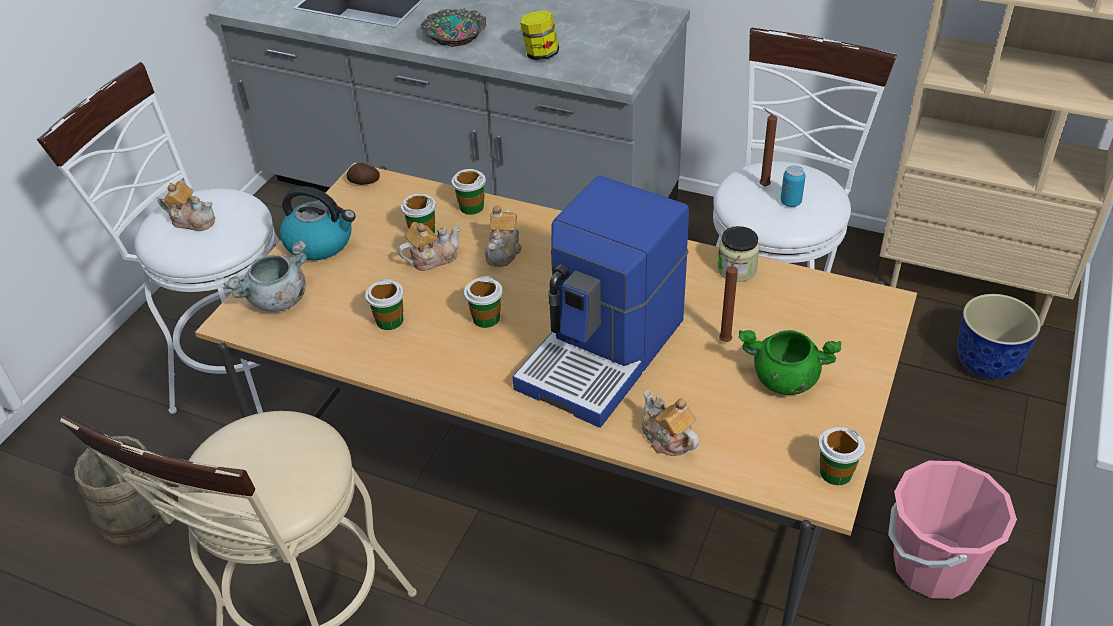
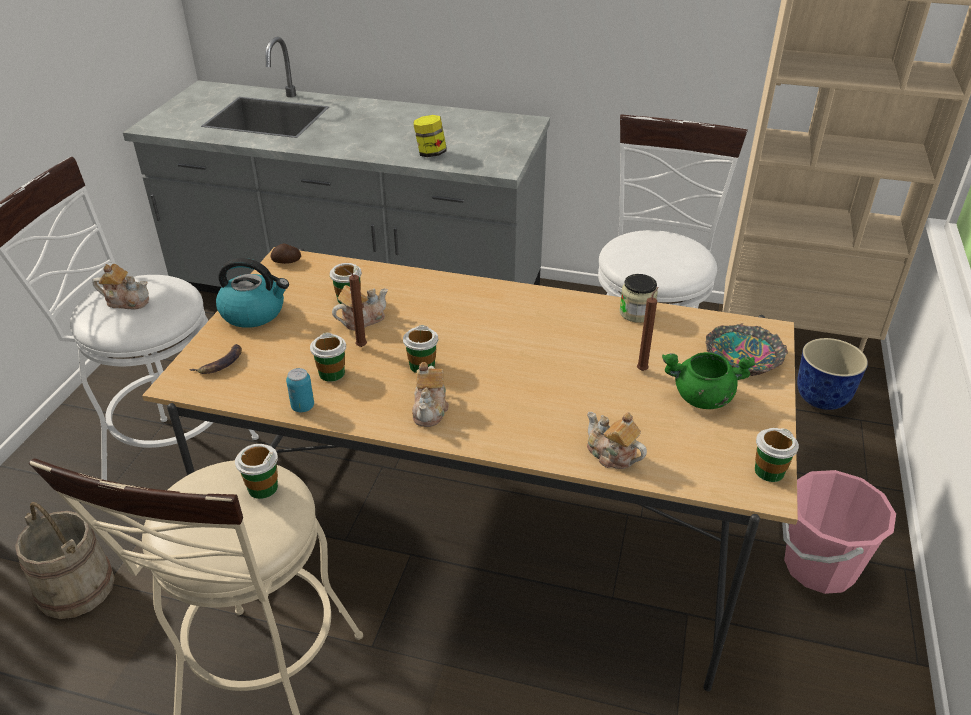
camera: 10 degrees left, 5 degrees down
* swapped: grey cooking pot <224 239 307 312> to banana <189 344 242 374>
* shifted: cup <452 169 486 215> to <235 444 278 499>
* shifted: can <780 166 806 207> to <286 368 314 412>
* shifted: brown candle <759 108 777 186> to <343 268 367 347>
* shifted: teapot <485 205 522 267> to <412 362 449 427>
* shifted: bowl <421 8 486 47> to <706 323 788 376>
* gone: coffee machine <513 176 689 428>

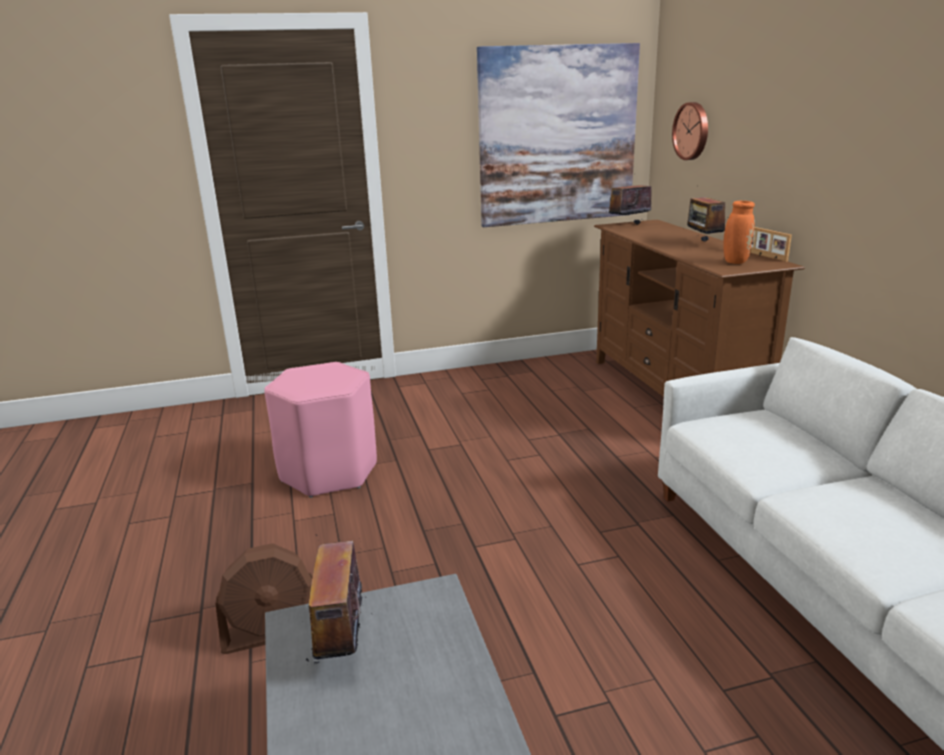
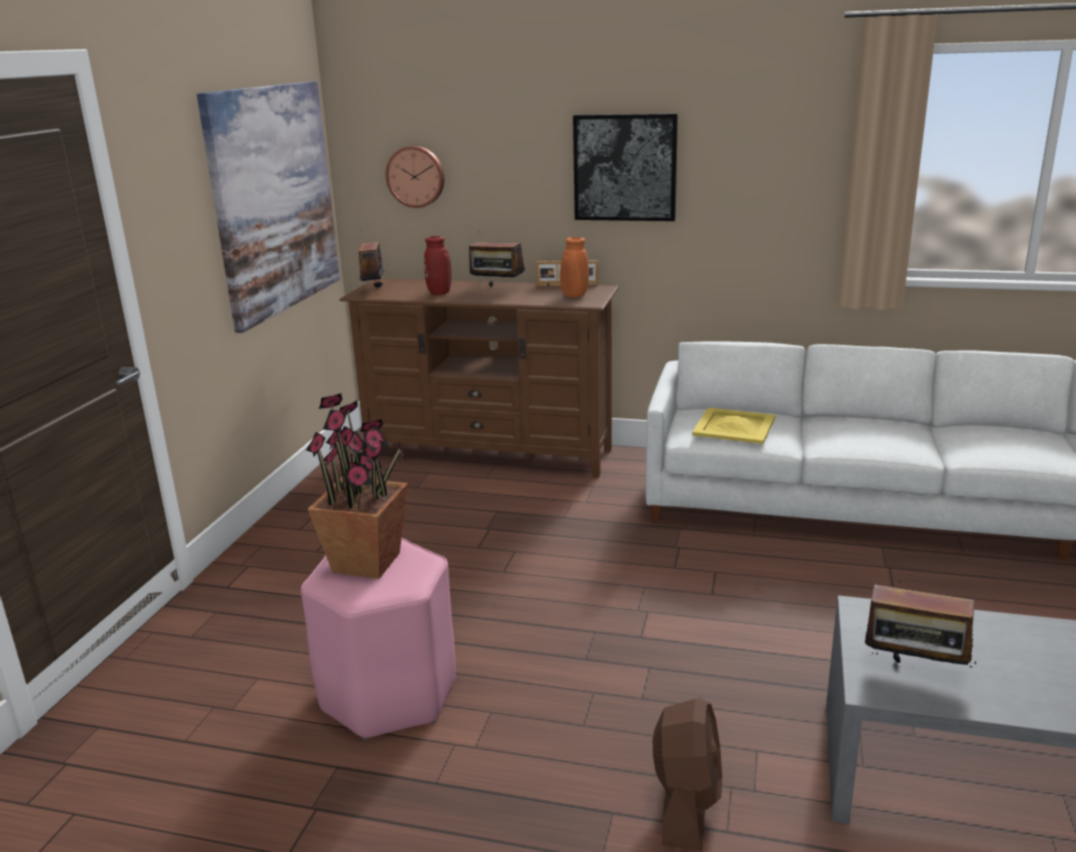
camera: 60 degrees left, 0 degrees up
* new: potted plant <306 393 408 579>
* new: red vase <424 236 452 295>
* new: picture <573 113 678 221>
* new: yellow tray <692 407 775 444>

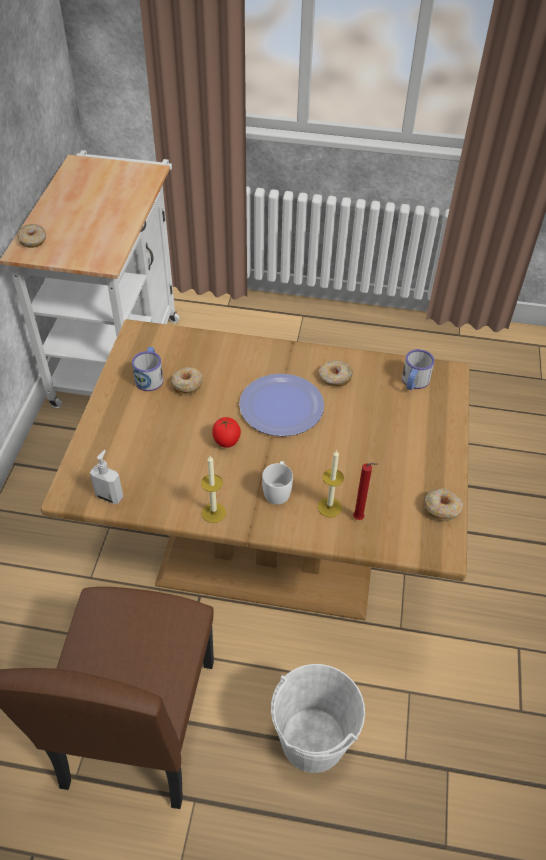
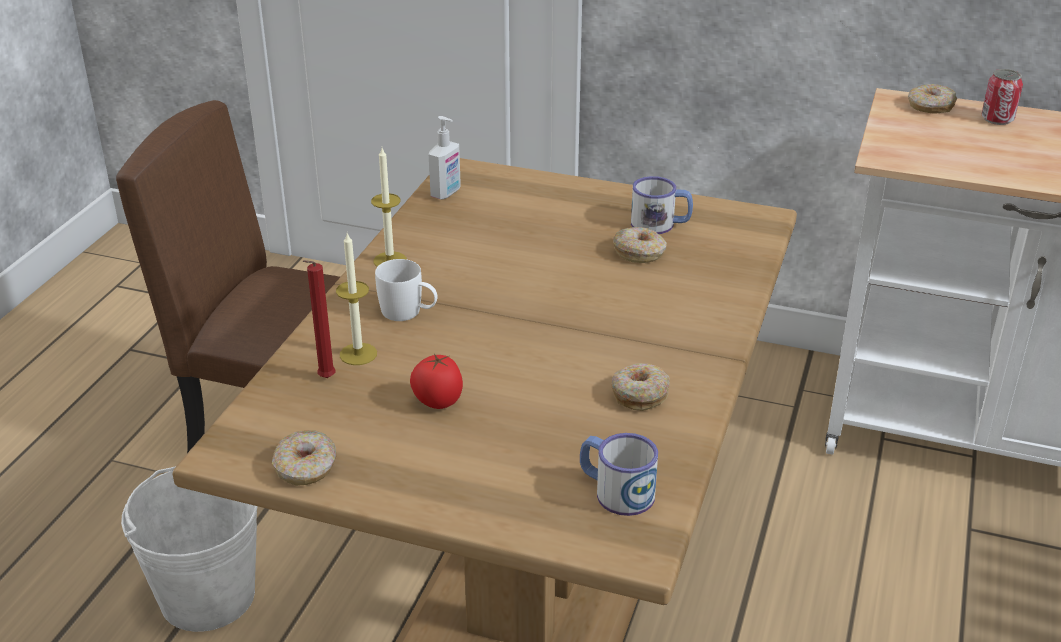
camera: 100 degrees right, 15 degrees down
* shifted: tomato <212 417 241 448> to <410 353 463 409>
* new: can <982 69 1023 125>
* gone: plate <239 374 324 436>

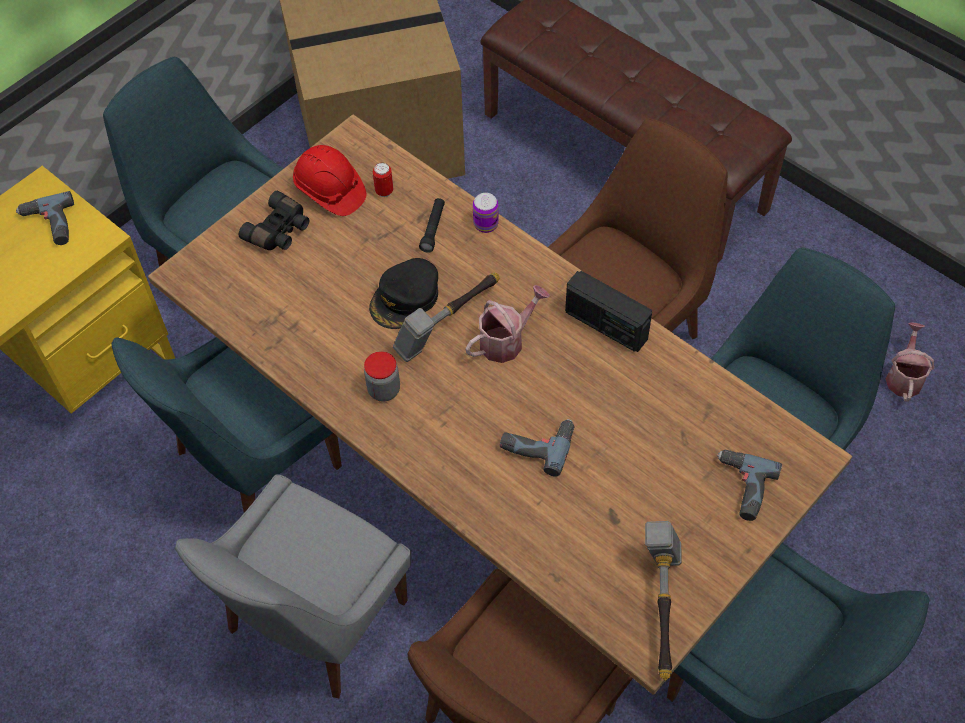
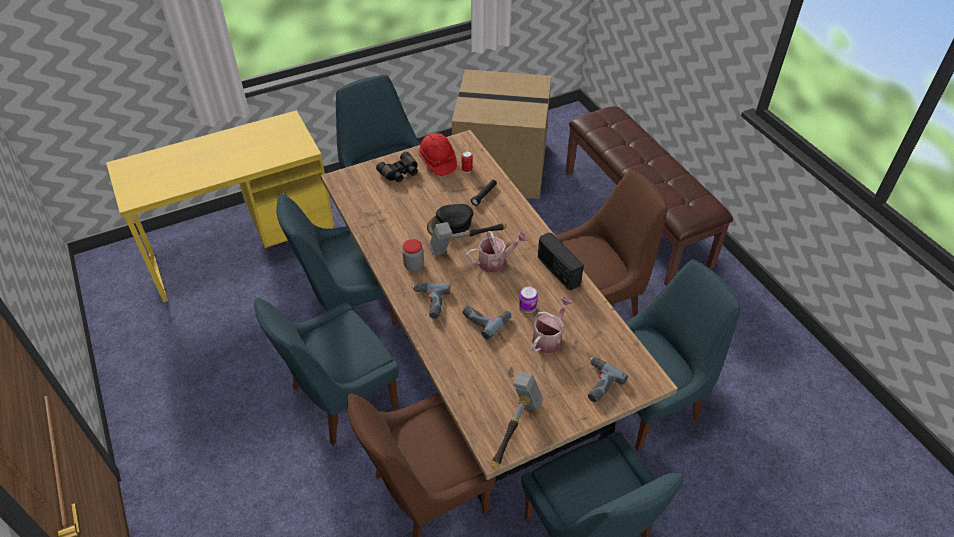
camera: 20 degrees right, 10 degrees down
* repainted: grey chair <175 474 411 698> to blue chair <254 298 399 445>
* shifted: power drill <16 191 74 245> to <412 283 450 319>
* shifted: can <473 193 499 233> to <519 287 538 314>
* shifted: watering can <886 322 934 402> to <532 297 573 353>

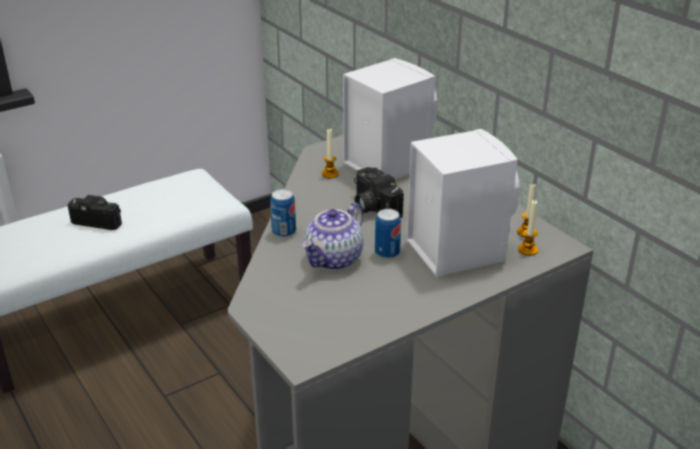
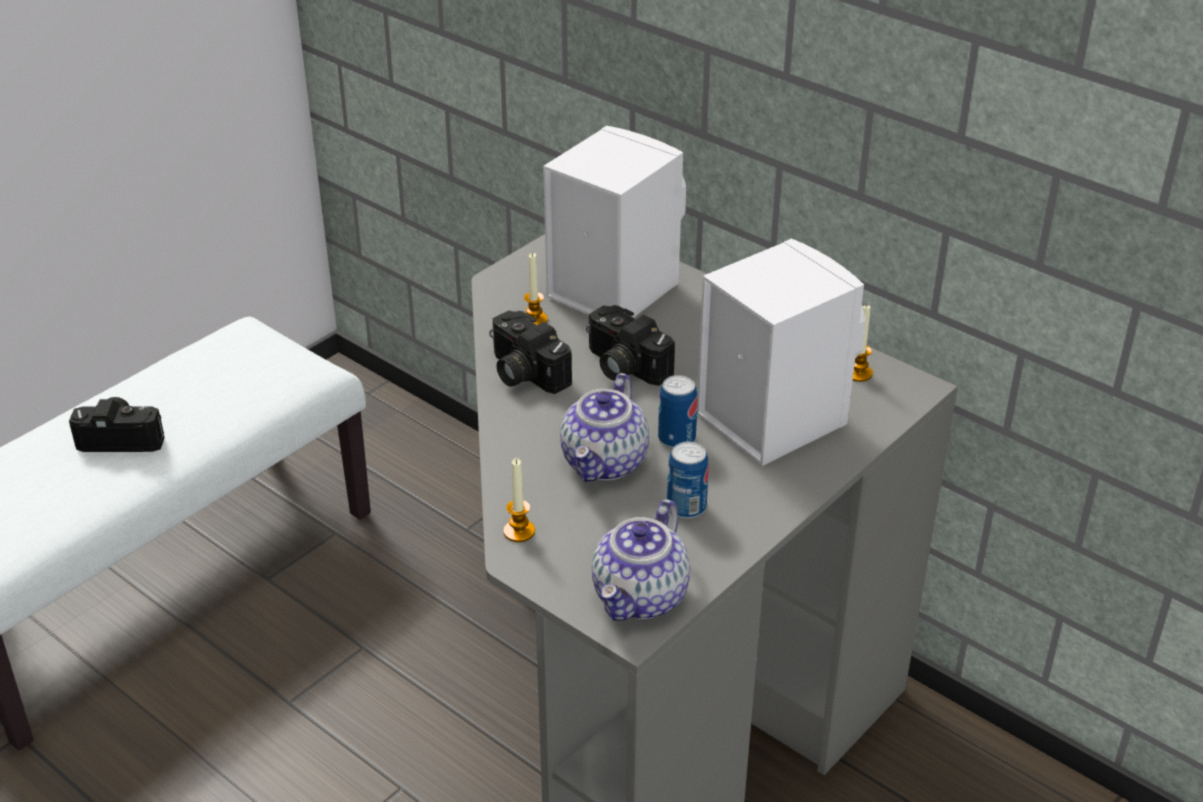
camera: 15 degrees left, 5 degrees up
* new: photo camera <489 310 572 394>
* shifted: candle <518 200 538 256> to <503 458 535 542>
* new: teapot <592 499 690 620>
* shifted: can <270 189 296 238> to <667 442 709 519>

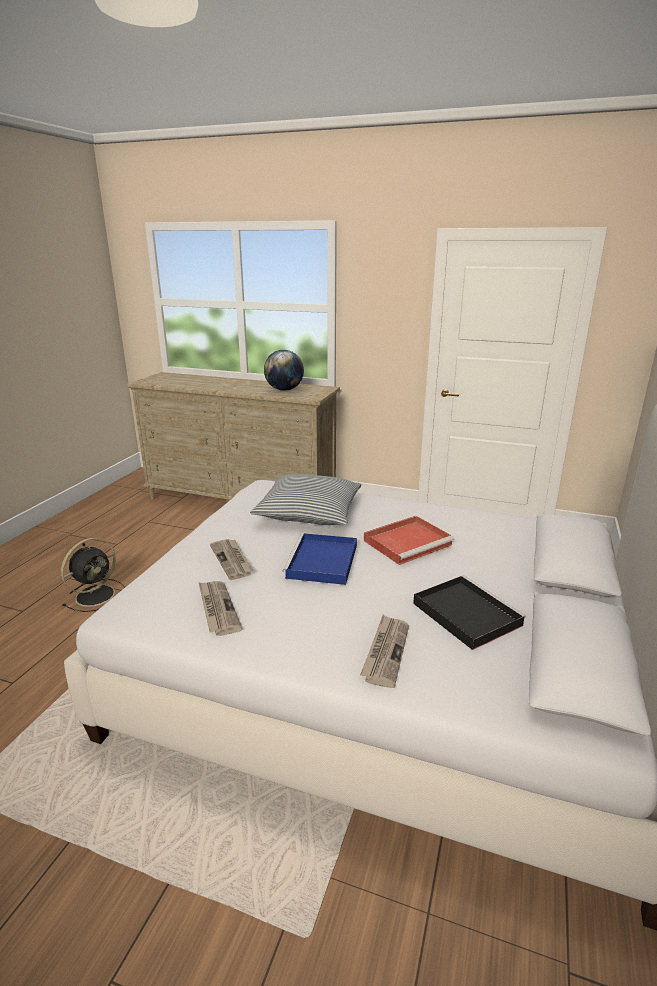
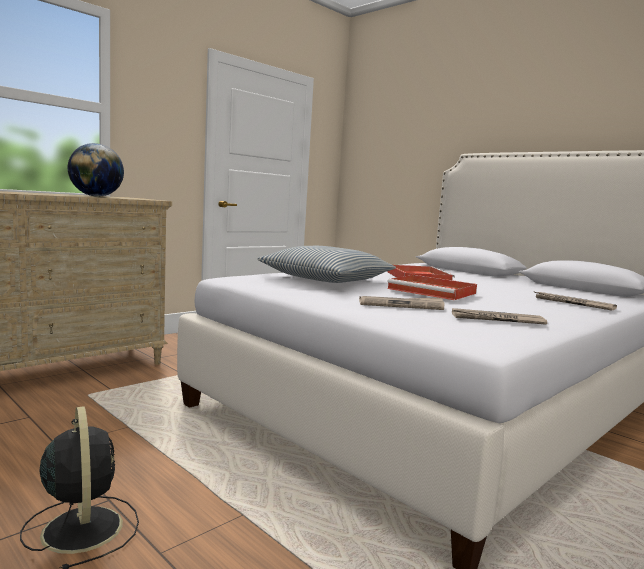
camera: 65 degrees left, 15 degrees down
* repainted: blue tray <283 533 357 585> to red tray <387 275 477 300>
* gone: black tray <413 575 526 650>

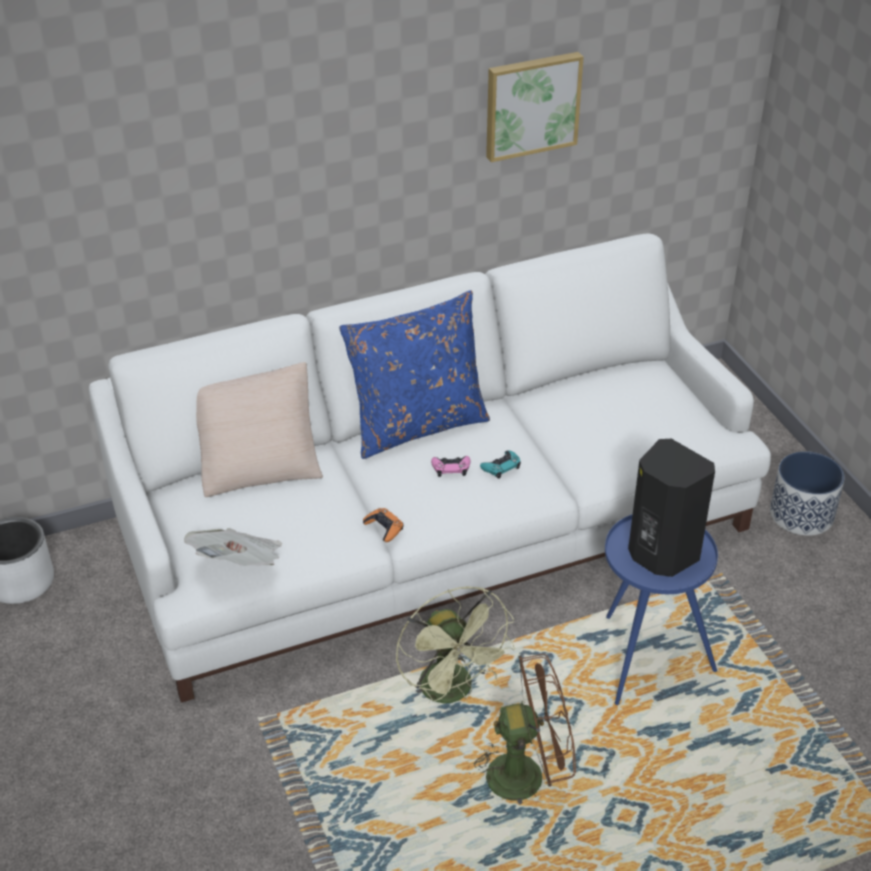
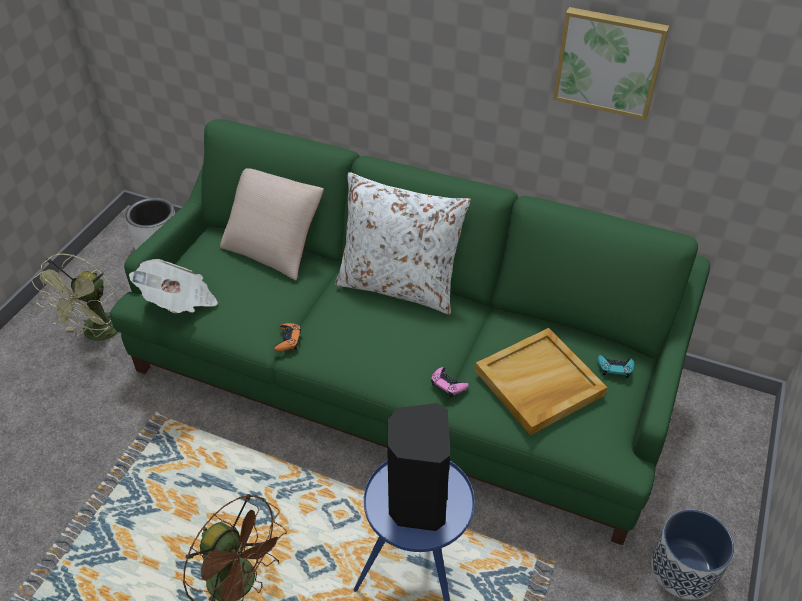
camera: 45 degrees right, 5 degrees up
* shifted: green fan <396 586 515 703> to <31 254 118 341>
* repainted: white sofa <89 234 771 703> to green sofa <110 119 710 545>
* repainted: blue pillow <339 290 490 459> to white pillow <335 172 471 315>
* shifted: pink game controller <431 456 471 477> to <431 367 469 397>
* new: beige tray <475 328 607 435>
* shifted: turquoise game controller <480 451 521 479> to <598 355 634 378>

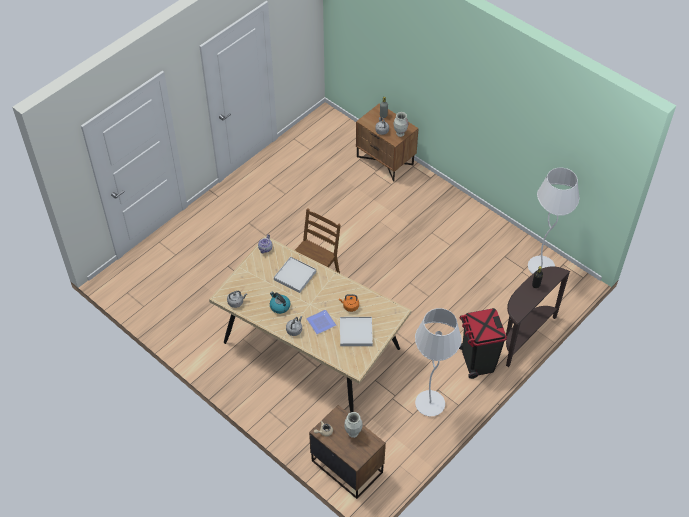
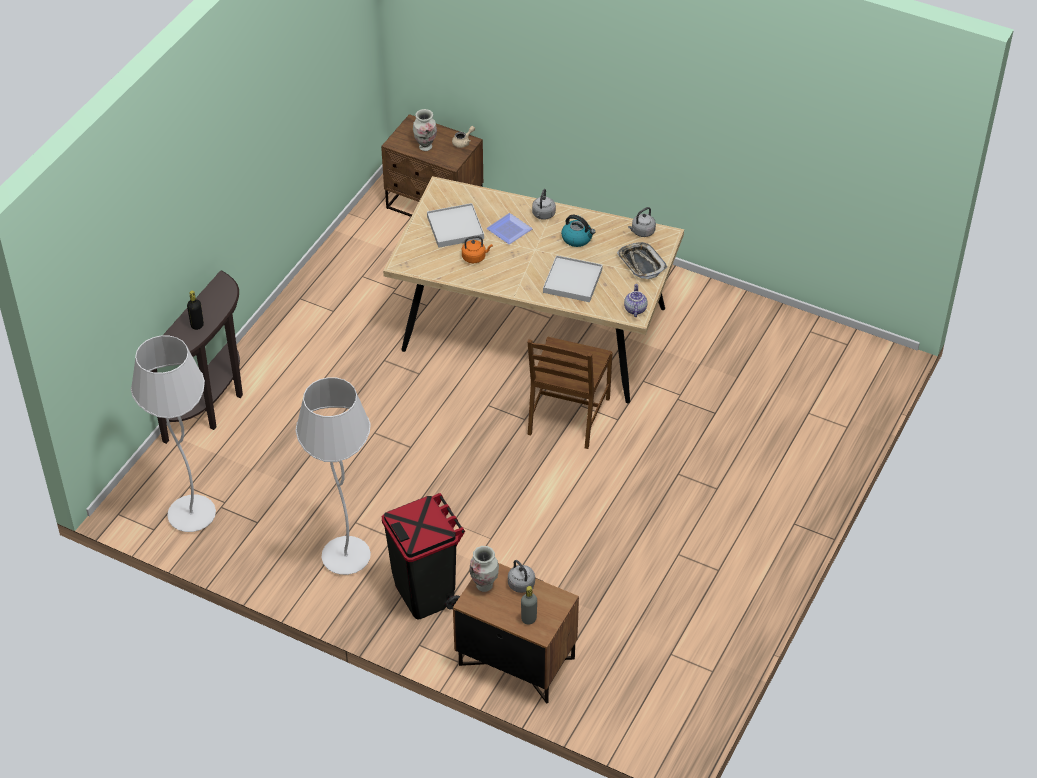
camera: 165 degrees right, 5 degrees down
* shifted: white floor lamp <415 308 462 416> to <296 377 371 575>
* shifted: black trash can <459 308 507 379> to <382 493 465 619>
* new: tray <617 242 667 279>

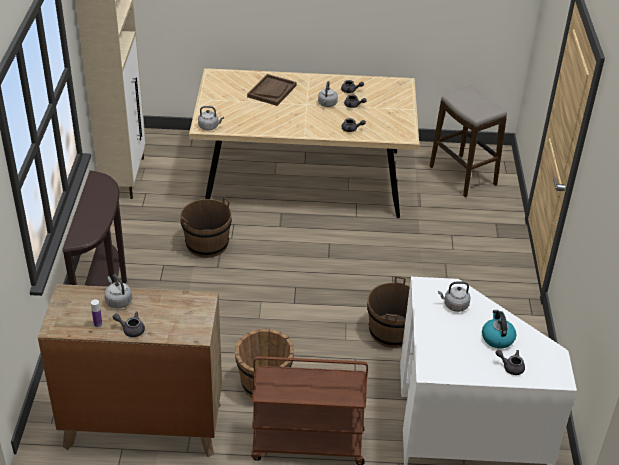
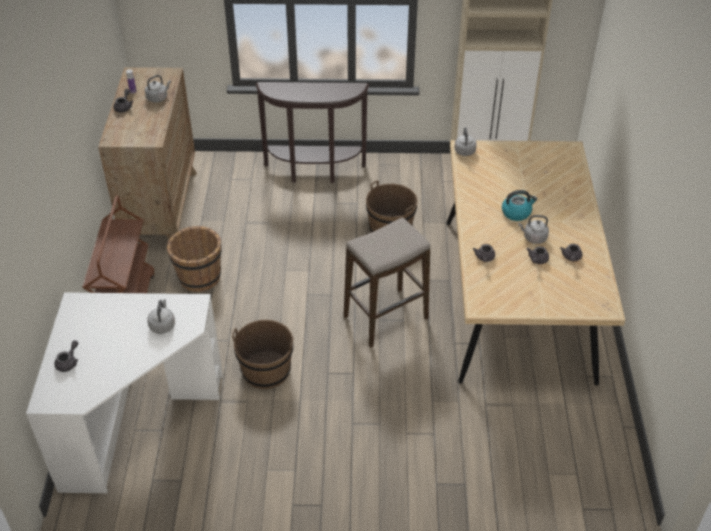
camera: 90 degrees right, 5 degrees up
* shifted: stool <429 86 507 197> to <343 217 430 347>
* shifted: kettle <482 310 516 349> to <502 190 537 221>
* gone: brown tray <247 74 297 106>

